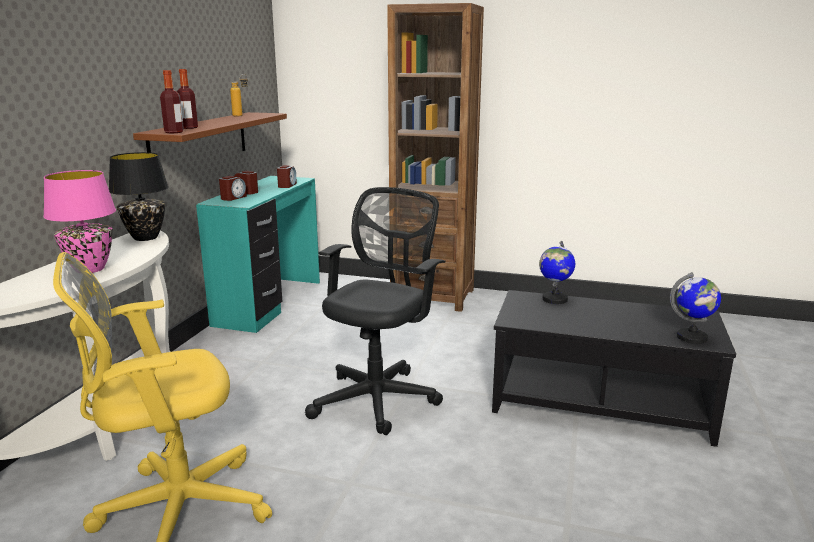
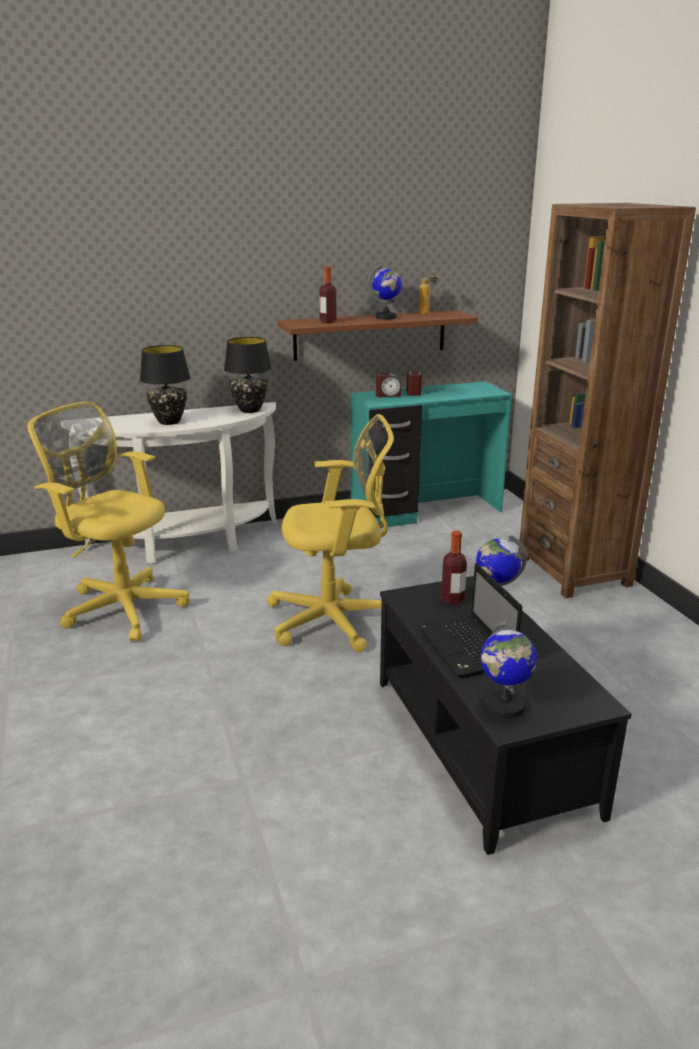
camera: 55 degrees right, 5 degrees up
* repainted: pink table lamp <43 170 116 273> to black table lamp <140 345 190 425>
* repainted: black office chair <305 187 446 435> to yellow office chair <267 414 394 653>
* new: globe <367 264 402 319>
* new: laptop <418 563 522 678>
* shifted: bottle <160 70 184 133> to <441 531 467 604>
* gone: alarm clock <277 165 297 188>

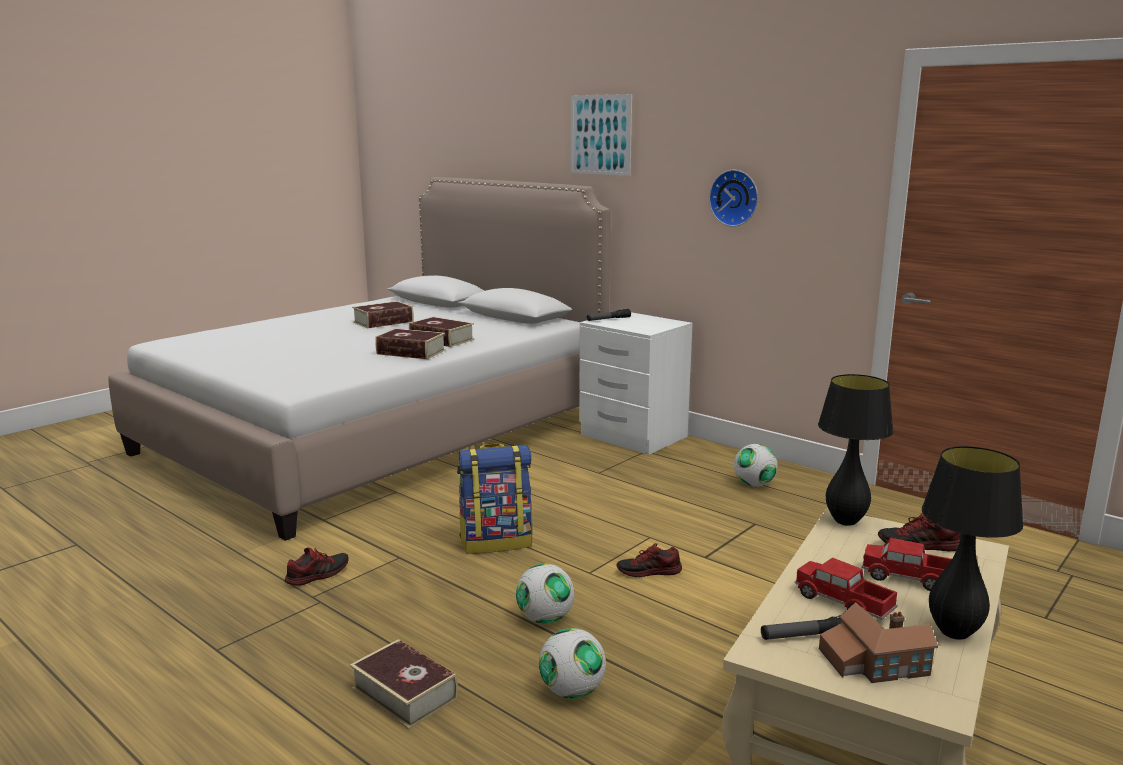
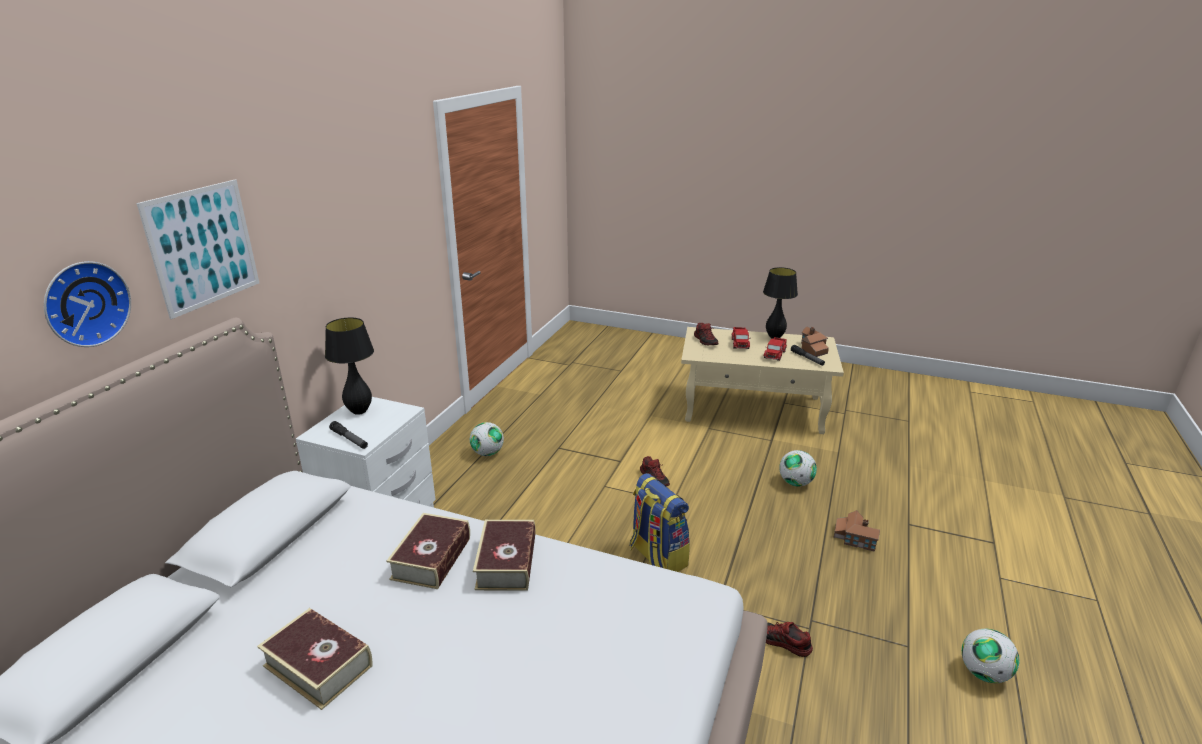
camera: 110 degrees left, 10 degrees up
* shifted: wall clock <709 170 758 227> to <44 261 131 347>
* shifted: black table lamp <818 374 894 526> to <325 318 374 415>
* swapped: book <350 639 458 730> to toy house <834 510 880 552>
* shifted: football <516 564 574 624> to <962 629 1019 683>

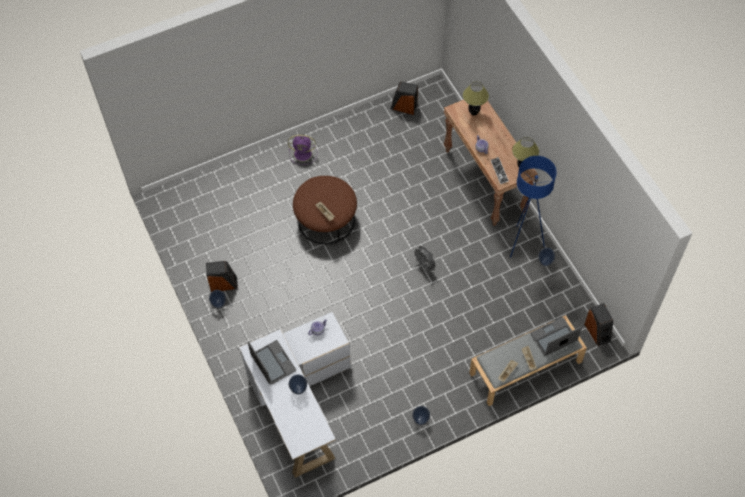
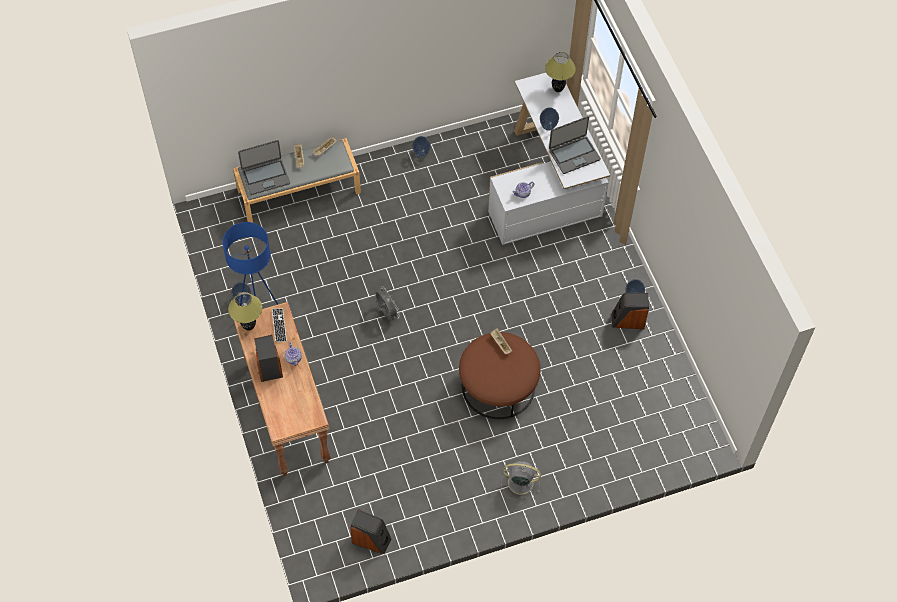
camera: 175 degrees left, 0 degrees up
* shifted: speaker <584 303 613 347> to <254 335 283 382>
* repainted: purple fan <288 134 317 165> to grey fan <501 461 541 500>
* shifted: table lamp <463 82 489 116> to <545 52 576 92>
* rotated: laptop <248 340 296 385> = <549 116 601 174> 90 degrees counterclockwise

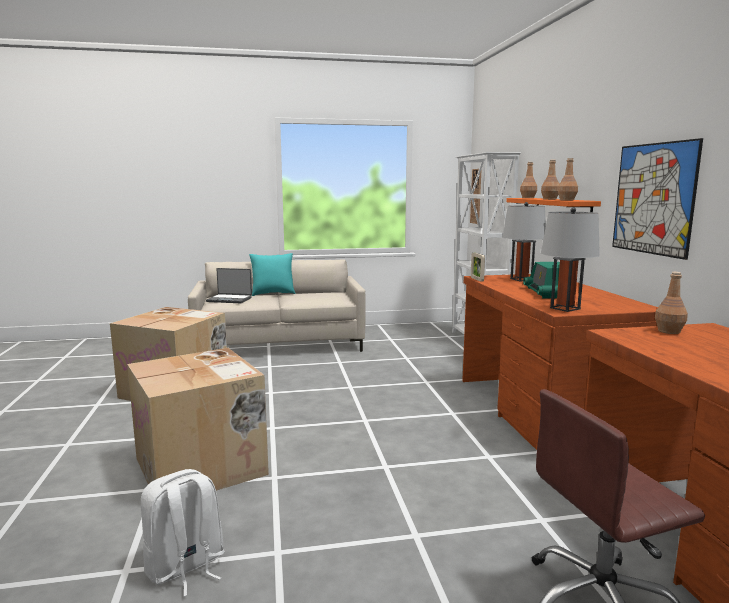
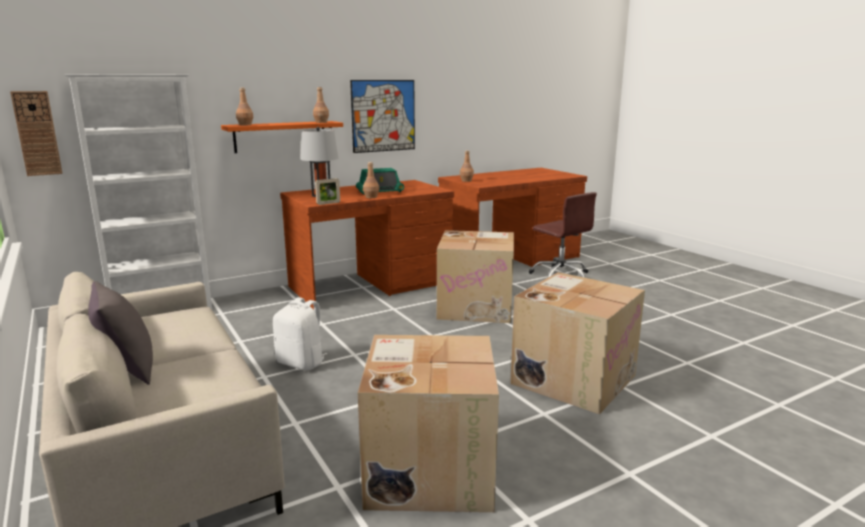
camera: 110 degrees left, 5 degrees up
* repainted: turquoise pillow <249 253 295 296> to grey pillow <88 281 153 385>
* shifted: white backpack <141 469 225 597> to <273 297 327 371>
* shifted: brown bottle <541 159 559 200> to <363 162 379 198>
* new: cardboard box <437 230 514 323>
* gone: laptop <206 268 252 303>
* gone: grey table lamp <541 207 600 312>

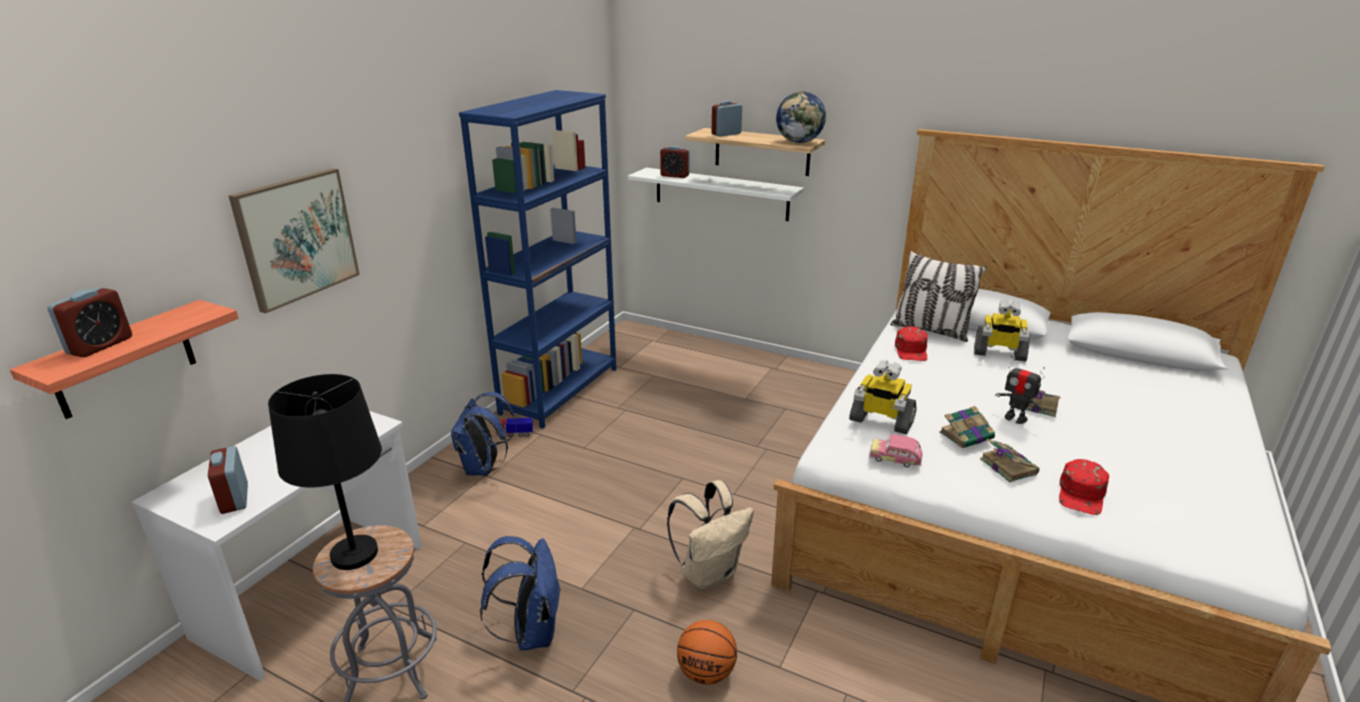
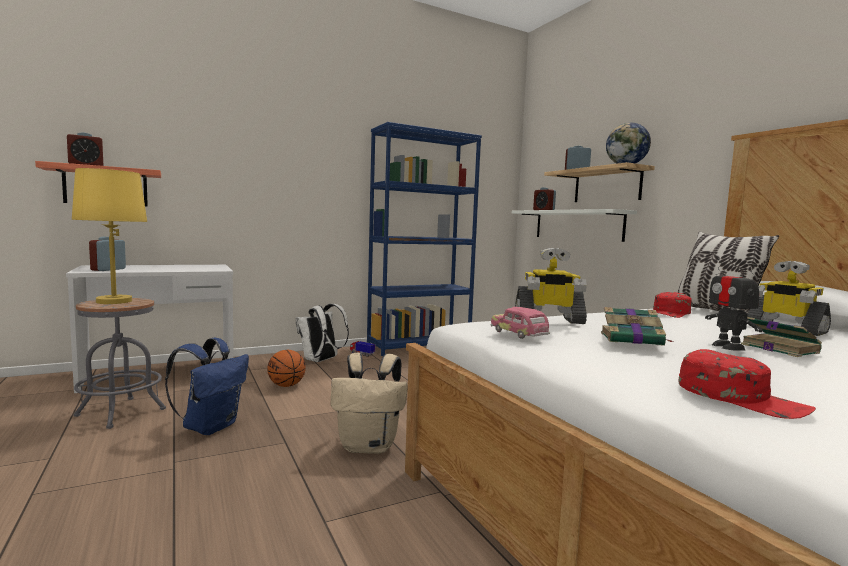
camera: 35 degrees right, 20 degrees down
* repainted: black table lamp <268 374 382 570> to yellow table lamp <72 168 147 304>
* shifted: basketball <677 620 737 685> to <267 350 306 387>
* repainted: blue backpack <451 392 517 476> to white backpack <296 304 349 362>
* rotated: toy robot <849 360 917 435> = <515 248 587 324> 60 degrees counterclockwise
* rotated: red cap <1059 459 1109 515> = <679 349 816 419> 105 degrees counterclockwise
* gone: picture <229 168 360 314>
* gone: book <980 439 1039 483>

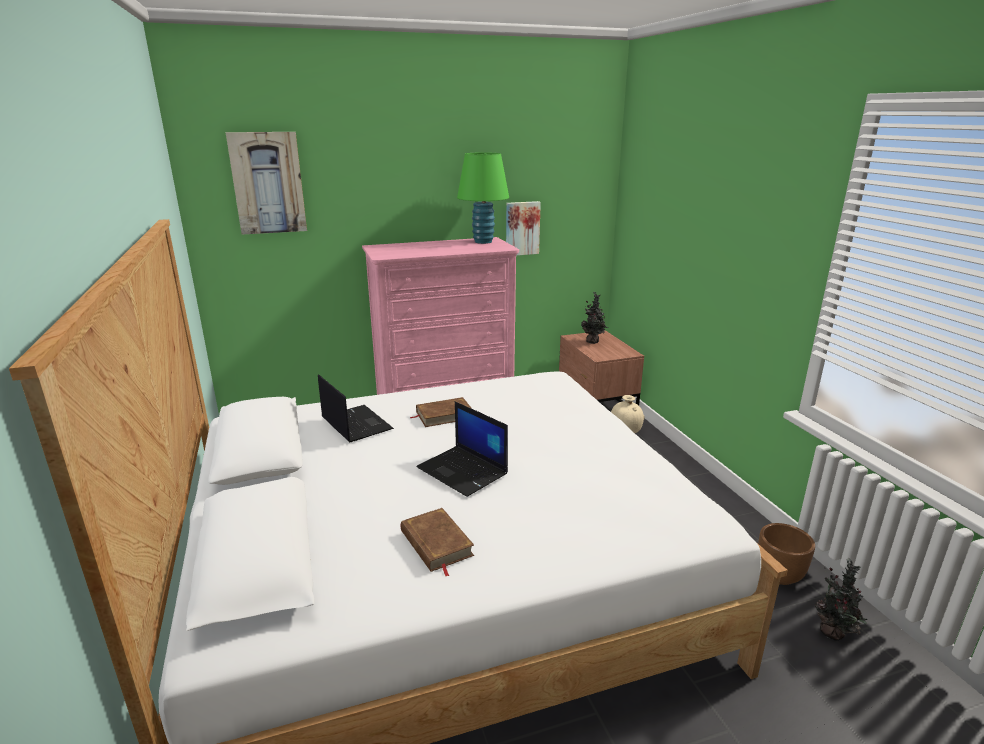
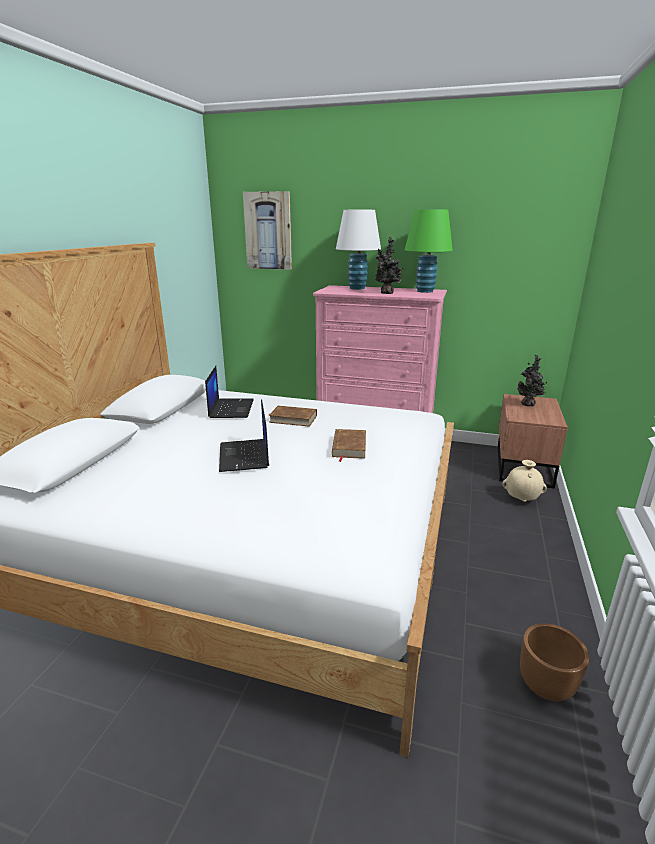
camera: 35 degrees right, 0 degrees up
* shifted: brown book <401 508 474 576> to <332 429 366 462>
* new: white table lamp <336 210 381 290>
* shifted: potted plant <815 558 867 641> to <375 237 404 294>
* gone: picture <506 201 541 256>

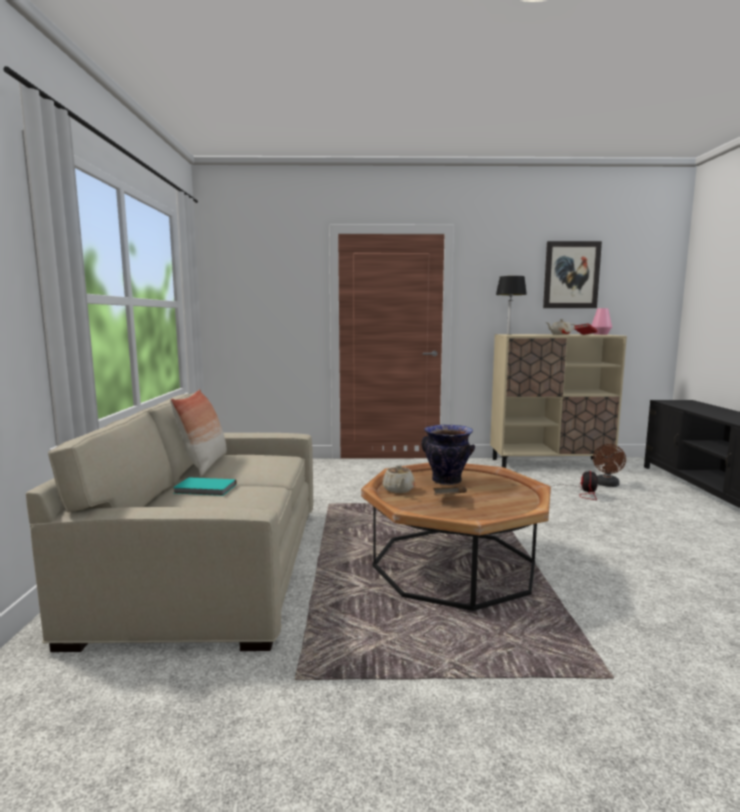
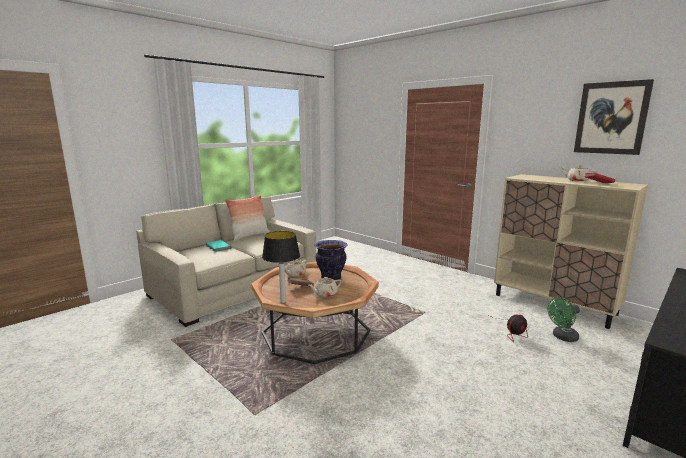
camera: 45 degrees right, 5 degrees up
* shifted: table lamp <496 276 527 335> to <262 231 300 303>
* new: beige teapot <309 277 341 298>
* repainted: brown fan <593 444 626 487> to green fan <548 297 580 342>
* gone: pink vase <591 308 612 335>

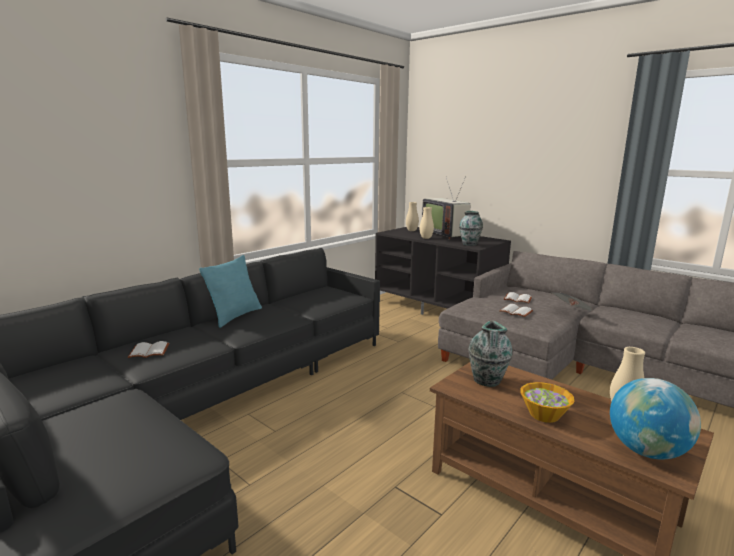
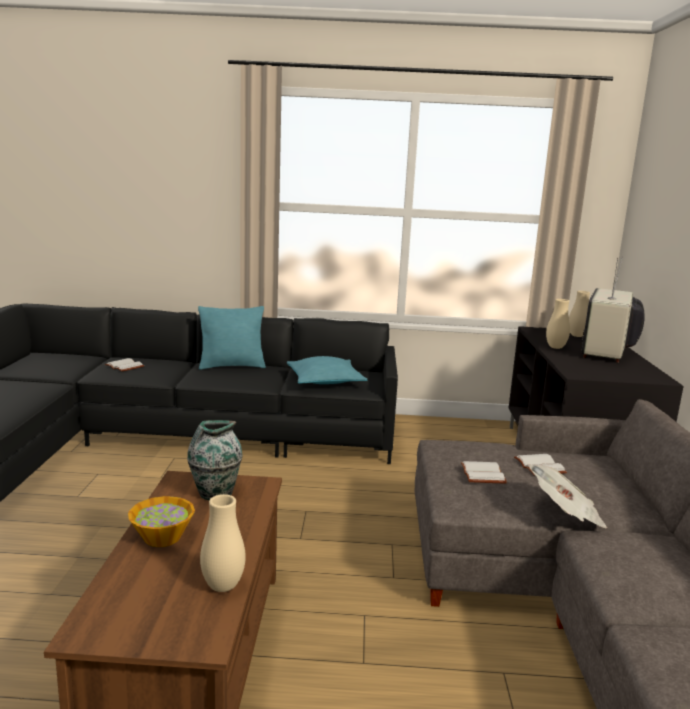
camera: 50 degrees right, 0 degrees up
* new: turquoise pillow <287 356 367 384>
* gone: vase <459 211 483 246>
* gone: globe <610 378 701 459>

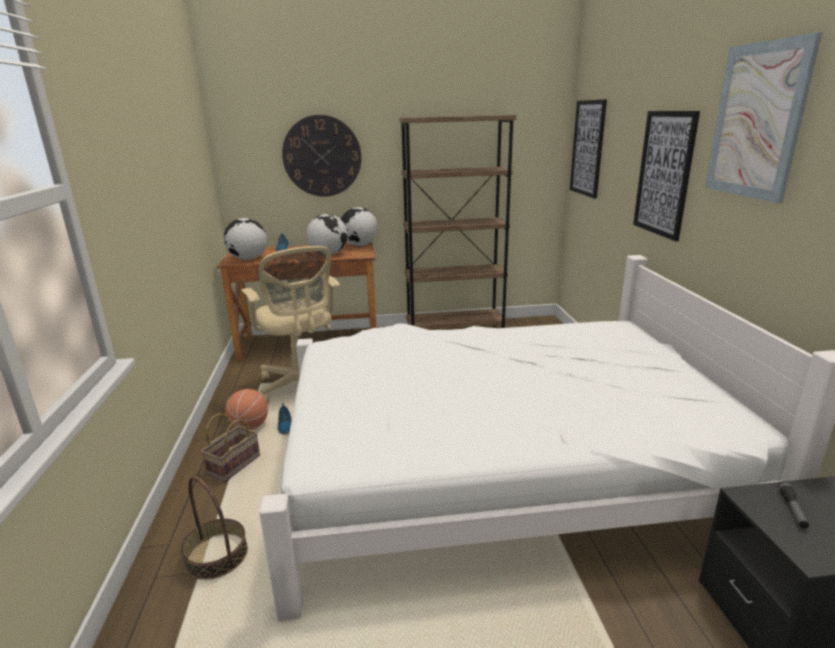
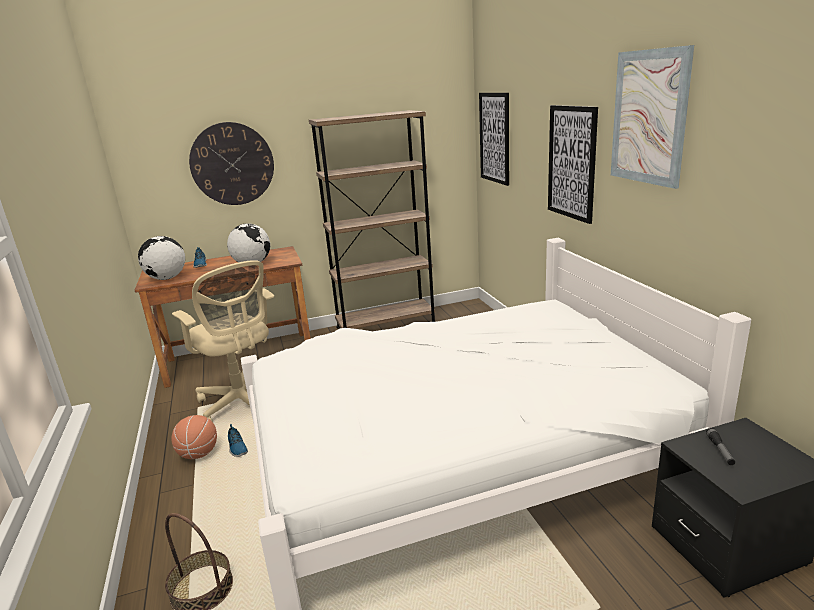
camera: 10 degrees left, 0 degrees up
* gone: basket <201 413 260 482>
* gone: globe <341 207 378 246>

